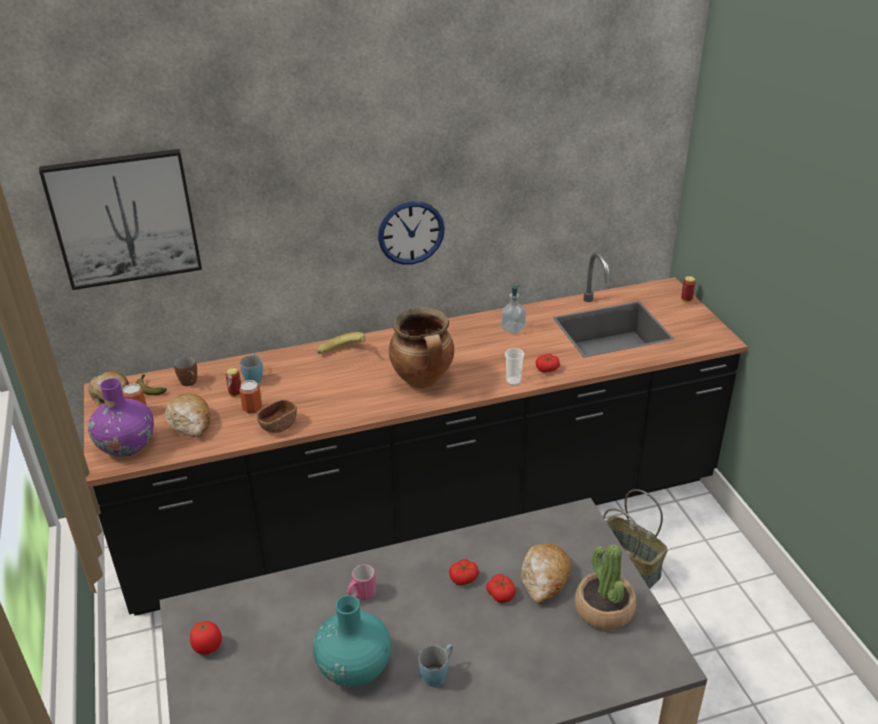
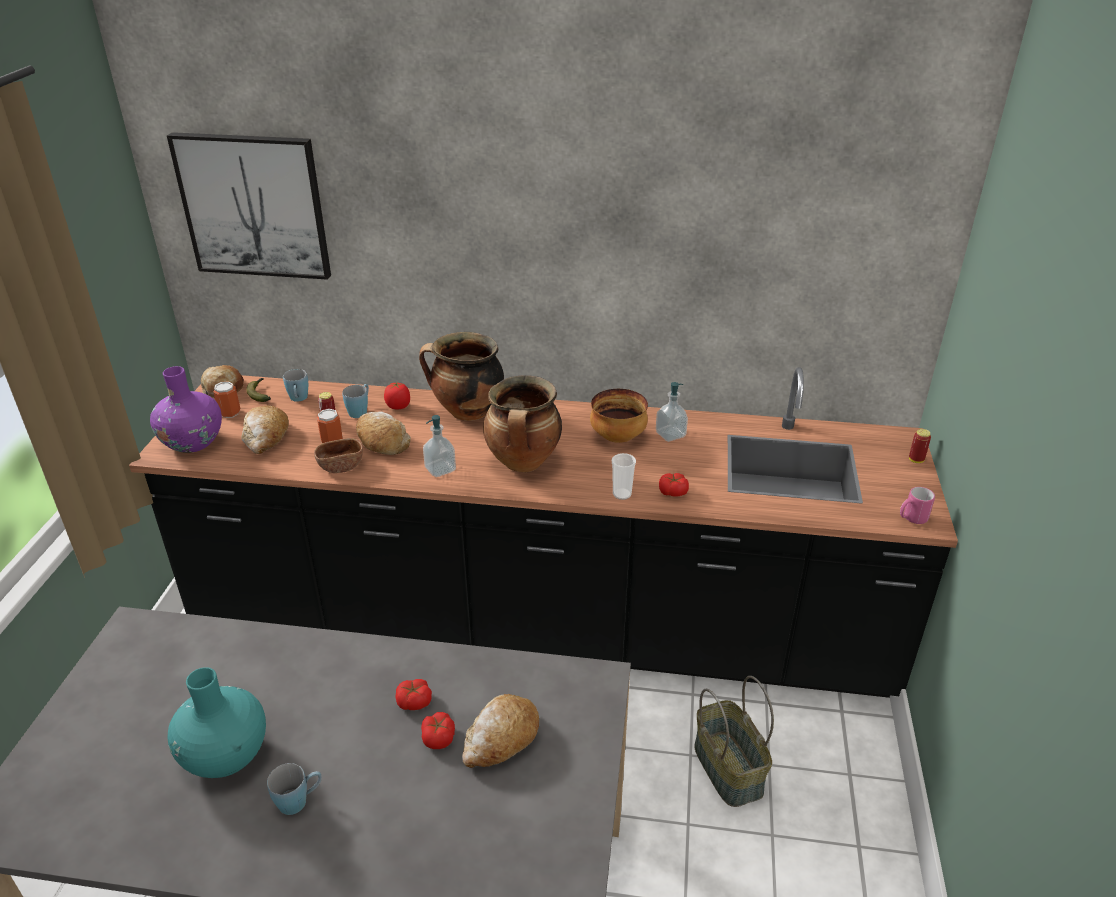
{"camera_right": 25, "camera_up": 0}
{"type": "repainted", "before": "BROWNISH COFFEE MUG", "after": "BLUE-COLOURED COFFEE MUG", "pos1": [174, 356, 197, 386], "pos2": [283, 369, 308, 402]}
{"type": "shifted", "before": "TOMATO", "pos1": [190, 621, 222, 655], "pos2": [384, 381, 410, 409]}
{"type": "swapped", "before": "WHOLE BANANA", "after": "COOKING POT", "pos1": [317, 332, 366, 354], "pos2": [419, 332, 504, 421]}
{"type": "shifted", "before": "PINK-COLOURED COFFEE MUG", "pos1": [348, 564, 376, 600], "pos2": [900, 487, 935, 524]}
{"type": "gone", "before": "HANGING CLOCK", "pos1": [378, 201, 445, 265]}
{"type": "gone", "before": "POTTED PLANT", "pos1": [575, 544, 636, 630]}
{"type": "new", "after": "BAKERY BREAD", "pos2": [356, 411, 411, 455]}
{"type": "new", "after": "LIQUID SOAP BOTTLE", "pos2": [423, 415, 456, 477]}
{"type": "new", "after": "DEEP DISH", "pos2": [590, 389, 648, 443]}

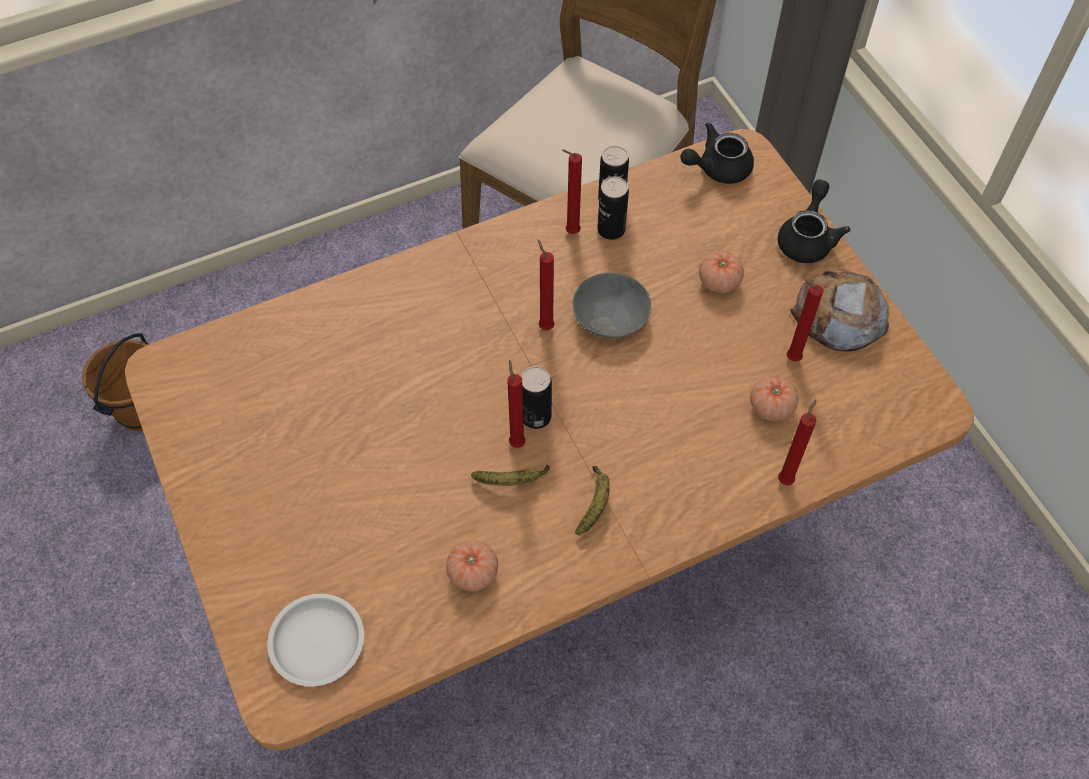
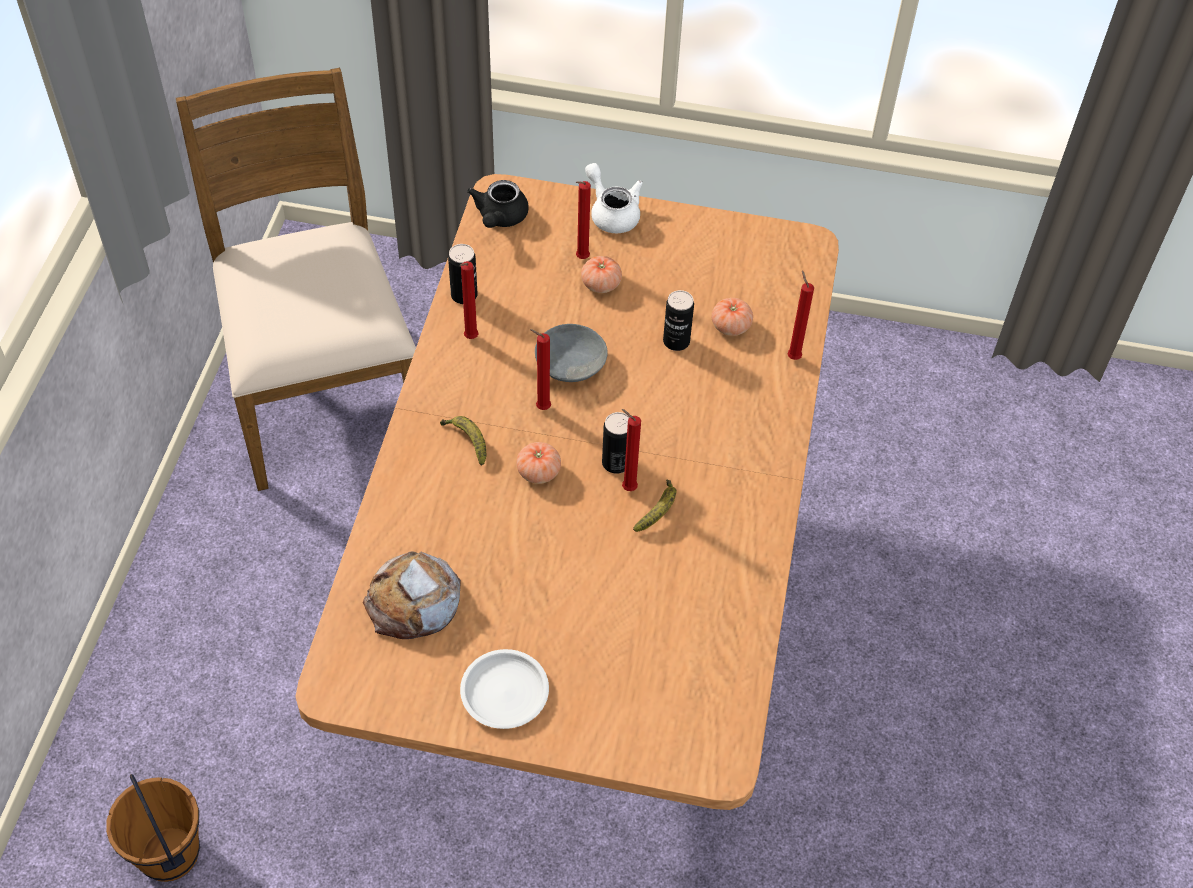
{"camera_right": -55, "camera_up": -5}
{"type": "shifted", "before": "WHITE FLAT DISH", "pos1": [267, 594, 364, 686], "pos2": [460, 649, 549, 729]}
{"type": "shifted", "before": "TOMATO", "pos1": [446, 541, 498, 591], "pos2": [517, 442, 561, 484]}
{"type": "shifted", "before": "WHOLE BANANA", "pos1": [575, 466, 610, 535], "pos2": [440, 416, 487, 466]}
{"type": "shifted", "before": "SEALED CAN", "pos1": [597, 177, 629, 240], "pos2": [663, 290, 694, 351]}
{"type": "repainted", "before": "BLACK TEA POT", "after": "WHITE TEA POT", "pos1": [778, 180, 851, 263], "pos2": [585, 163, 643, 233]}
{"type": "shifted", "before": "RED CANDLE", "pos1": [787, 279, 823, 362], "pos2": [576, 181, 591, 259]}
{"type": "shifted", "before": "BAKERY BREAD", "pos1": [790, 270, 890, 352], "pos2": [363, 551, 461, 639]}

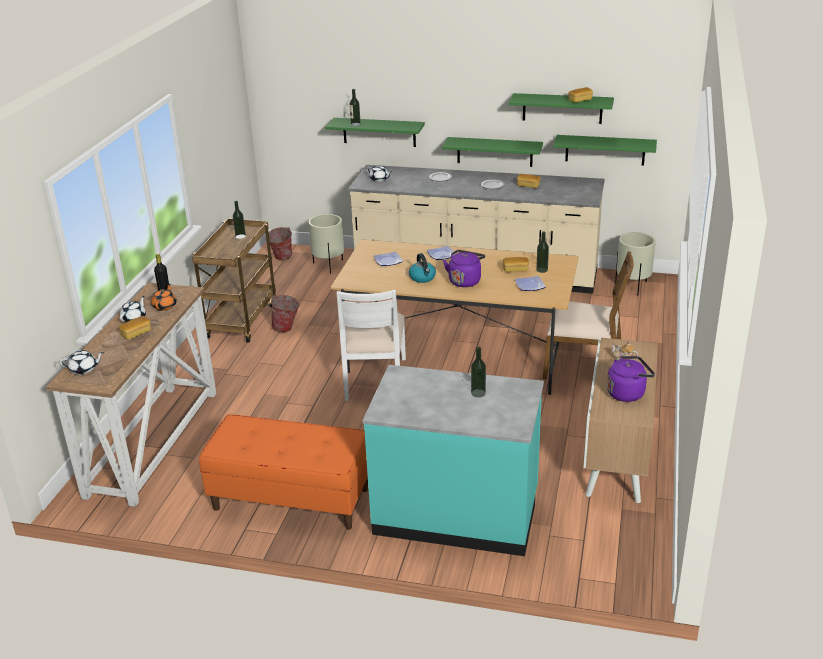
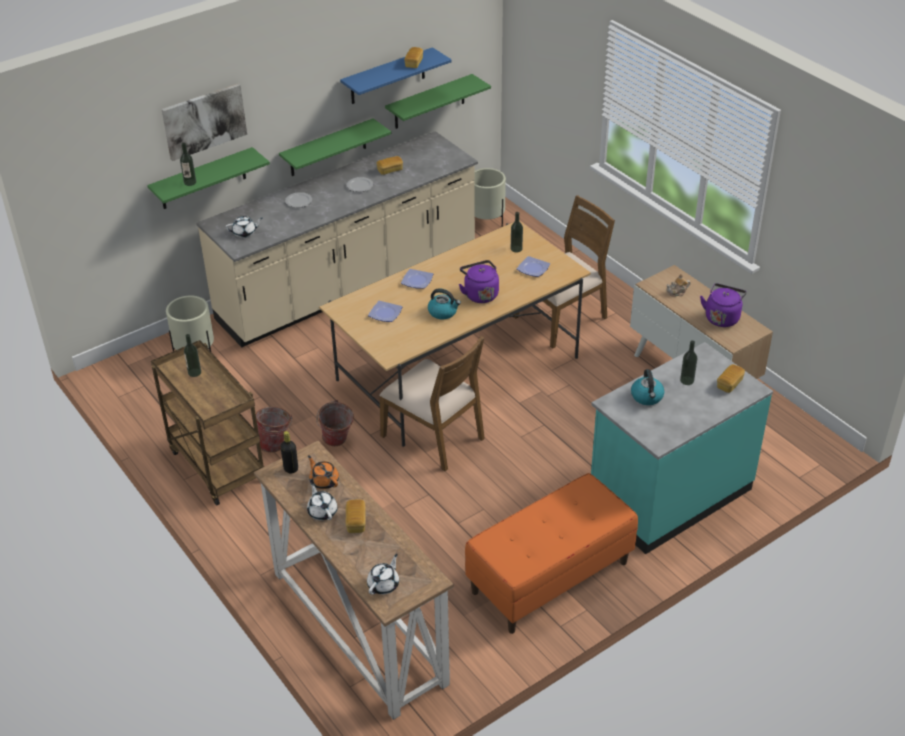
{"camera_right": -50, "camera_up": 10}
{"type": "shifted", "before": "PAIL", "pos1": [265, 227, 292, 260], "pos2": [316, 400, 354, 446]}
{"type": "repainted", "before": "WHITE PLAIN CHAIR", "after": "BROWNISH PLAIN CHAIR", "pos1": [337, 290, 406, 401], "pos2": [379, 336, 485, 471]}
{"type": "shifted", "before": "BAKERY BREAD", "pos1": [503, 257, 529, 272], "pos2": [717, 364, 745, 393]}
{"type": "repainted", "before": "GREEN-COLOURED BRACKET SHELF", "after": "BLUE-COLOURED BRACKET SHELF", "pos1": [509, 93, 614, 124], "pos2": [340, 47, 452, 104]}
{"type": "new", "after": "WALL PICTURE", "pos2": [162, 83, 247, 161]}
{"type": "new", "after": "WATER KETTLE", "pos2": [631, 369, 664, 405]}

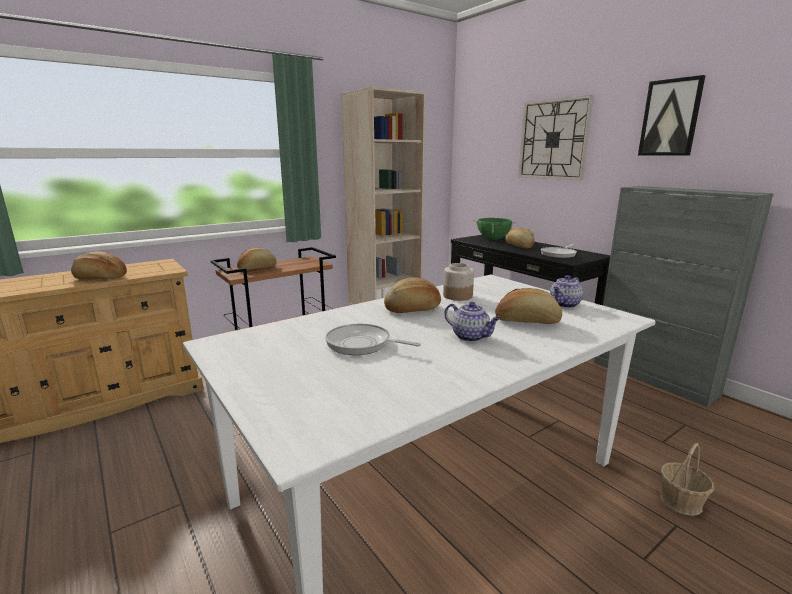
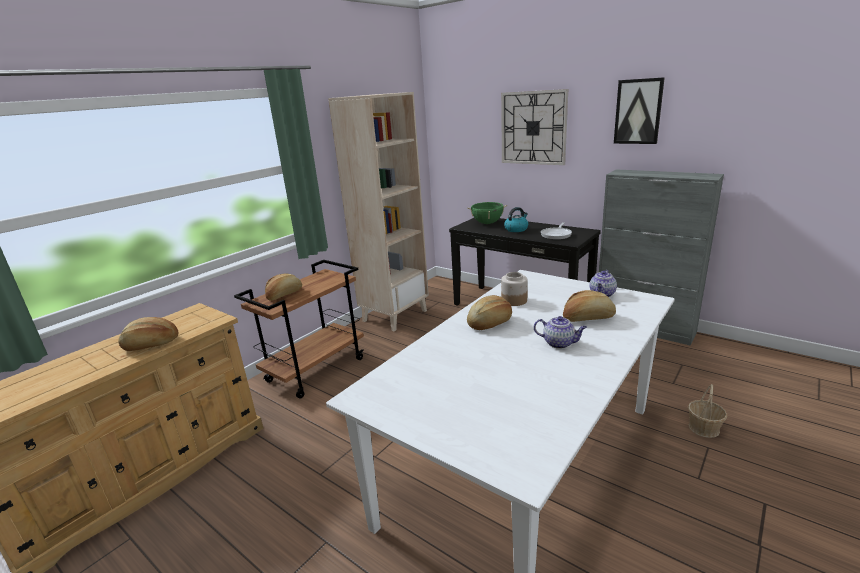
{"camera_right": -15, "camera_up": 5}
{"type": "gone", "before": "PAN", "pos1": [325, 323, 421, 355]}
{"type": "swapped", "before": "BAKERY BREAD", "after": "WATER KETTLE", "pos1": [505, 228, 535, 249], "pos2": [504, 207, 528, 232]}

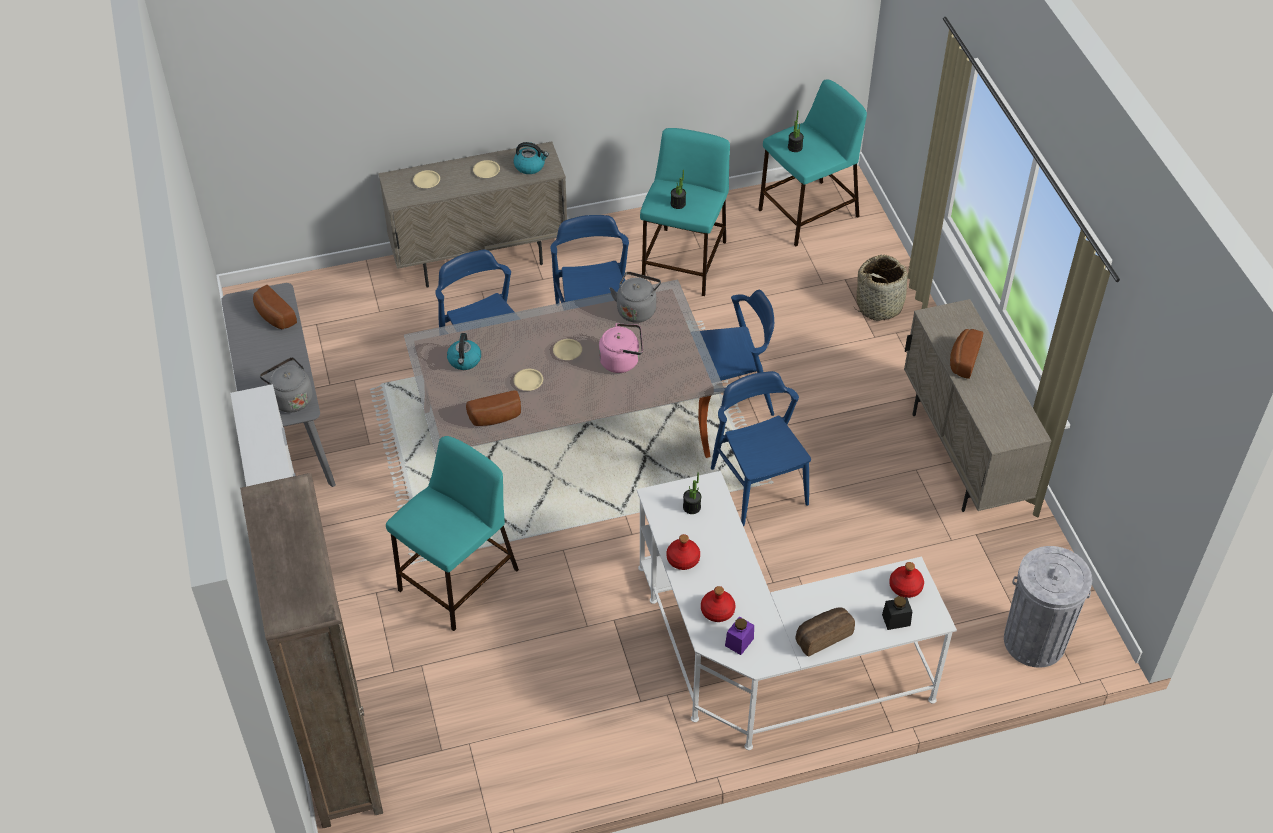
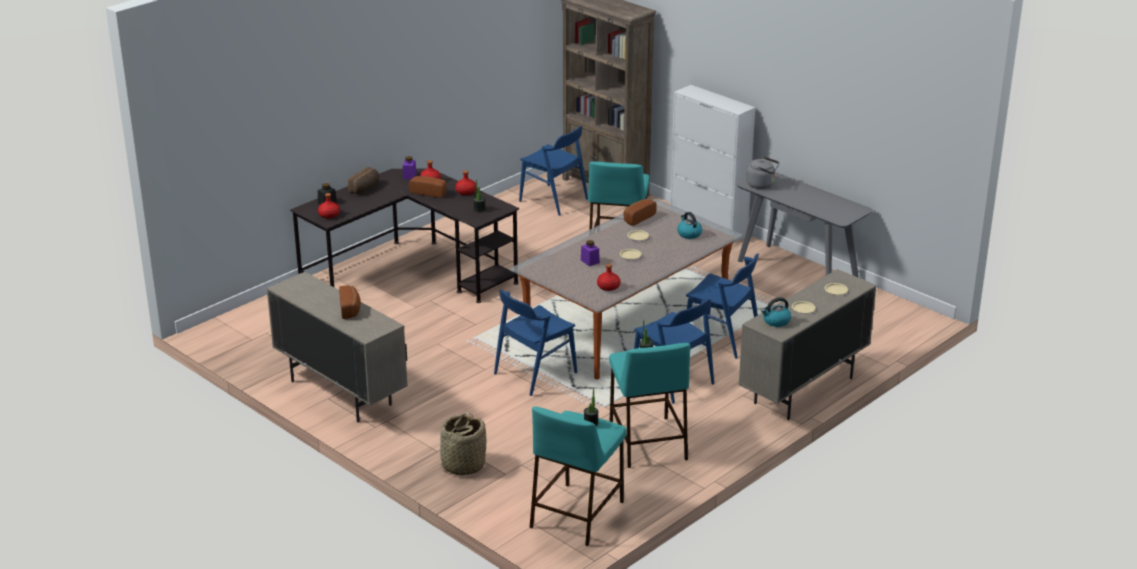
{"camera_right": 150, "camera_up": -20}
{"type": "shifted", "before": "BAKERY BREAD", "pos1": [253, 285, 297, 329], "pos2": [409, 176, 446, 198]}
{"type": "swapped", "before": "PINK-COLOURED WATER KETTLE", "after": "PURPLE-COLOURED PRESERVE JAR", "pos1": [599, 323, 643, 373], "pos2": [581, 240, 600, 266]}
{"type": "swapped", "before": "GREY WATER KETTLE", "after": "RED BEVERAGE BOTTLE", "pos1": [609, 272, 661, 323], "pos2": [597, 264, 621, 291]}
{"type": "repainted", "before": "WHITE DESK UNIT", "after": "BLACK DESK UNIT", "pos1": [637, 471, 957, 750], "pos2": [290, 169, 519, 303]}
{"type": "shifted", "before": "BLUE-COLOURED PLAIN CHAIR", "pos1": [711, 371, 811, 526], "pos2": [519, 126, 588, 216]}
{"type": "gone", "before": "GREY TRASH CAN", "pos1": [1004, 546, 1092, 668]}

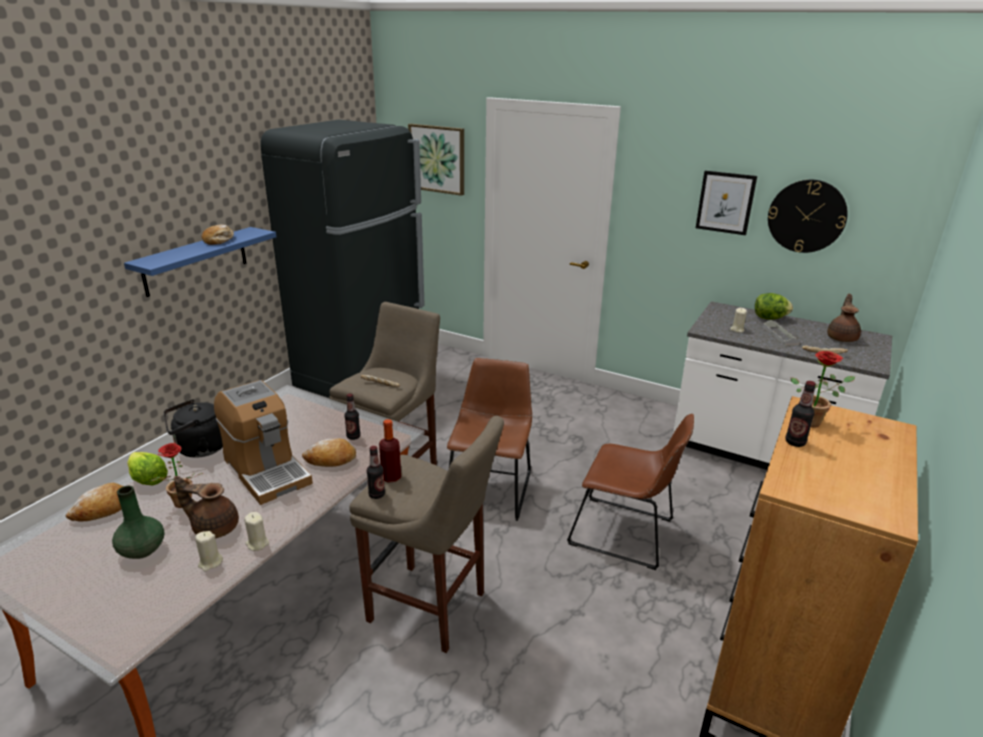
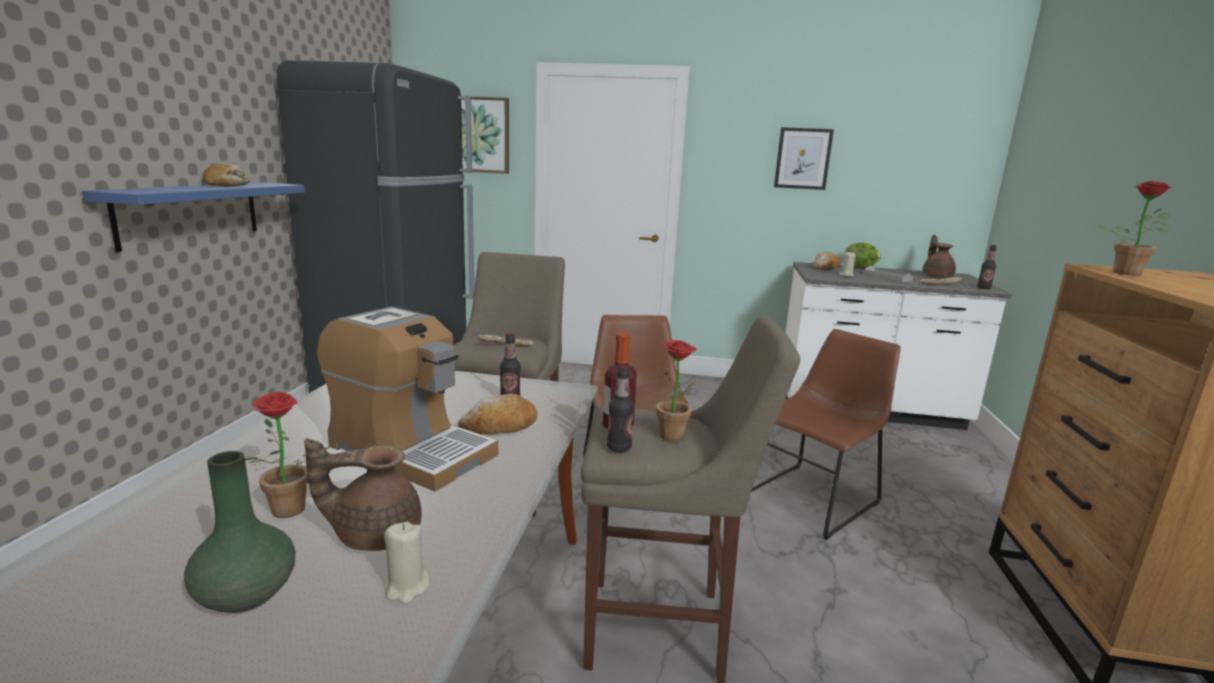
{"camera_right": -20, "camera_up": -10}
{"type": "shifted", "before": "BAKERY BREAD", "pos1": [66, 483, 124, 521], "pos2": [812, 252, 840, 270]}
{"type": "gone", "before": "LETTUCE", "pos1": [127, 452, 168, 485]}
{"type": "gone", "before": "BLACK WATER KETTLE", "pos1": [164, 399, 223, 458]}
{"type": "gone", "before": "BEIGE-COLOURED CANDLE", "pos1": [244, 512, 269, 551]}
{"type": "rotated", "before": "BROWNISH PLAIN CHAIR", "pos1": [567, 414, 694, 570], "pos2": [751, 329, 901, 540], "turn": -45}
{"type": "gone", "before": "HANGING CLOCK", "pos1": [768, 180, 848, 253]}
{"type": "shifted", "before": "BEVERAGE BOTTLE", "pos1": [785, 381, 816, 447], "pos2": [977, 245, 997, 289]}
{"type": "new", "after": "POTTED PLANT", "pos2": [655, 340, 697, 442]}

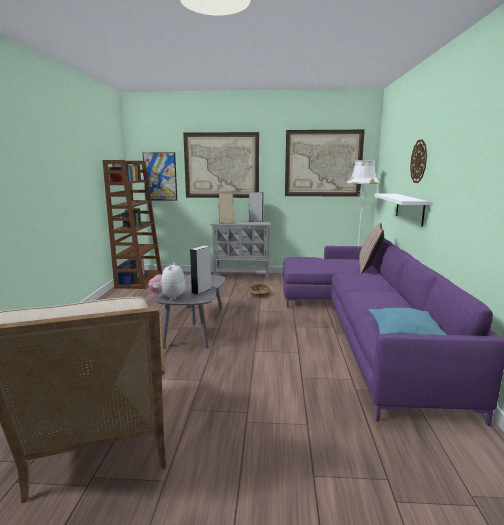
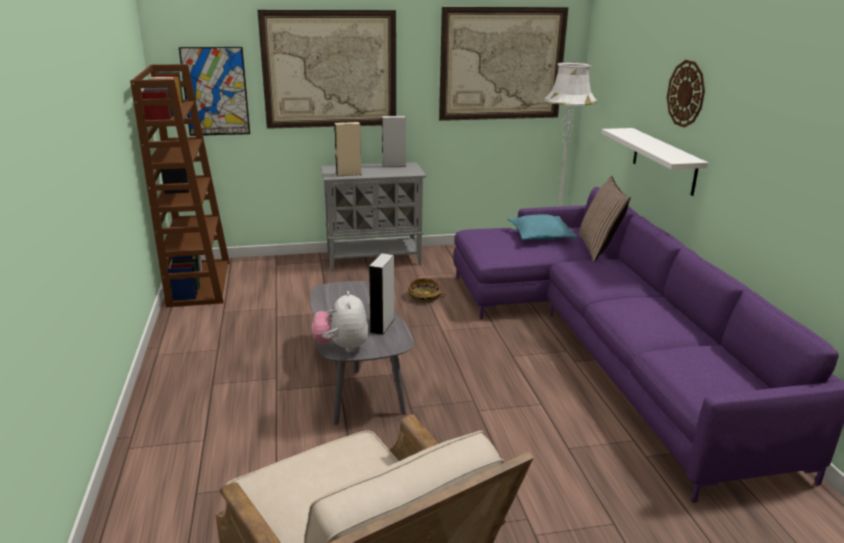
{"camera_right": -15, "camera_up": 10}
{"type": "shifted", "before": "BLUE-GREEN CUSHION", "pos1": [368, 308, 447, 335], "pos2": [508, 214, 578, 240]}

